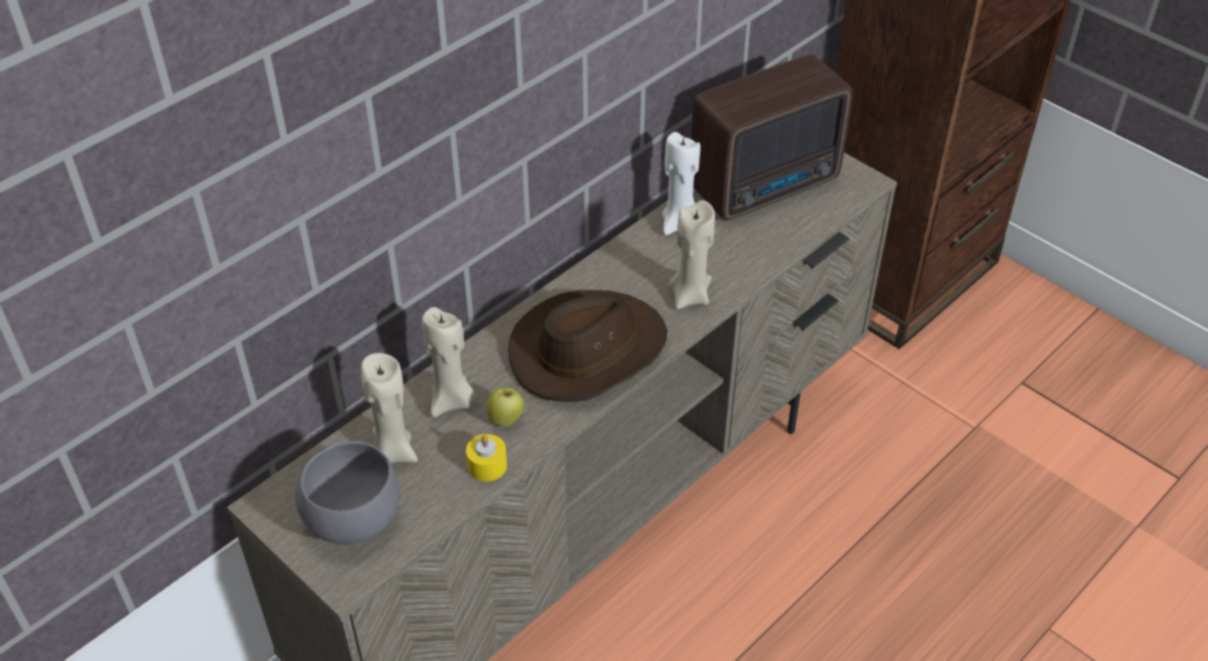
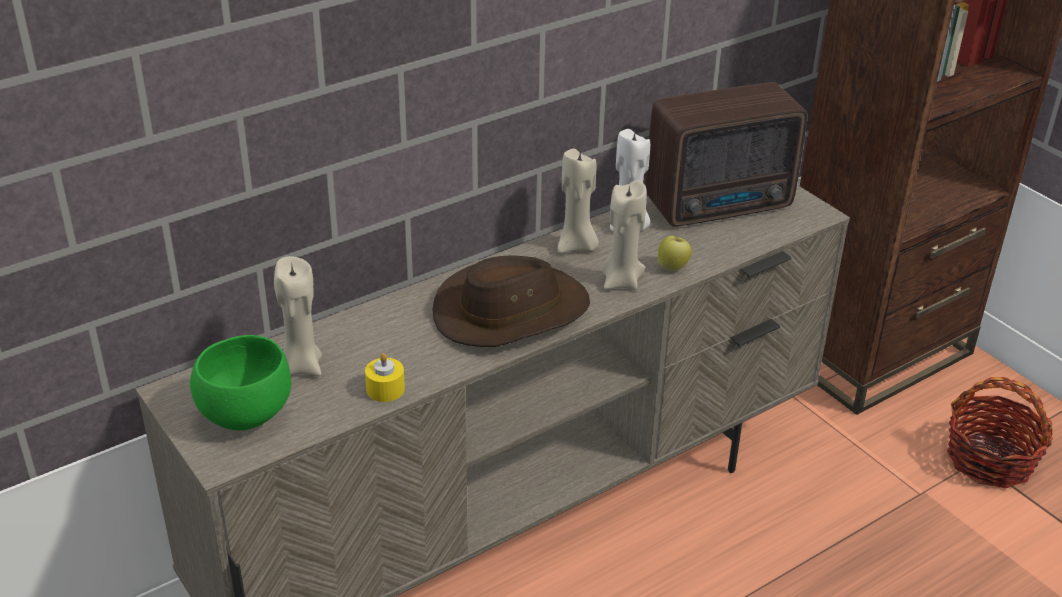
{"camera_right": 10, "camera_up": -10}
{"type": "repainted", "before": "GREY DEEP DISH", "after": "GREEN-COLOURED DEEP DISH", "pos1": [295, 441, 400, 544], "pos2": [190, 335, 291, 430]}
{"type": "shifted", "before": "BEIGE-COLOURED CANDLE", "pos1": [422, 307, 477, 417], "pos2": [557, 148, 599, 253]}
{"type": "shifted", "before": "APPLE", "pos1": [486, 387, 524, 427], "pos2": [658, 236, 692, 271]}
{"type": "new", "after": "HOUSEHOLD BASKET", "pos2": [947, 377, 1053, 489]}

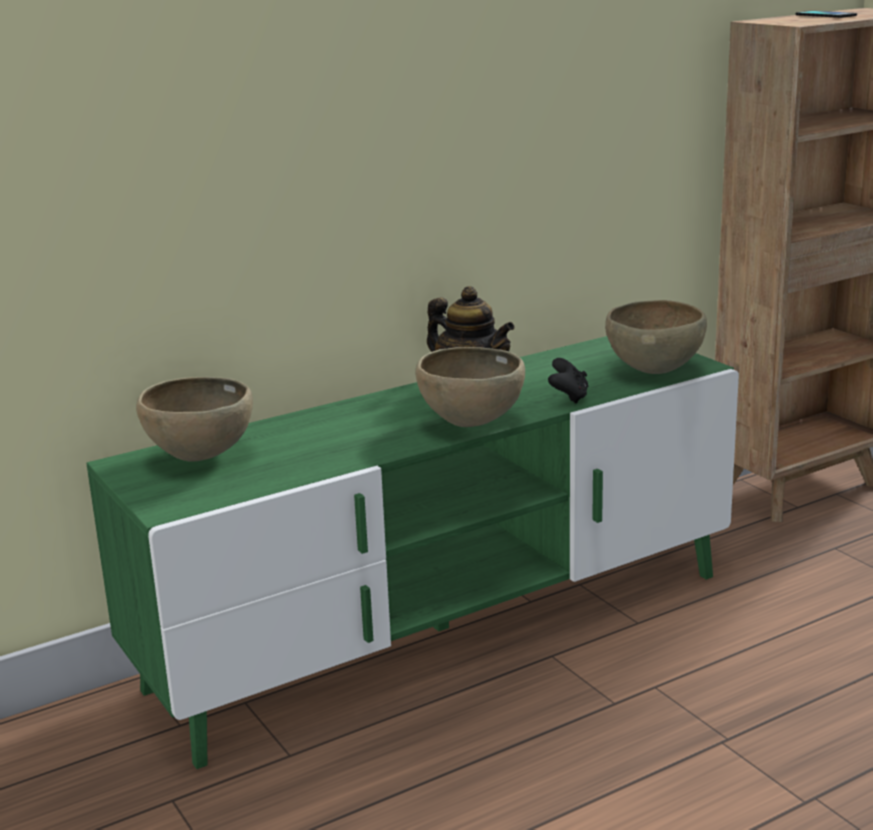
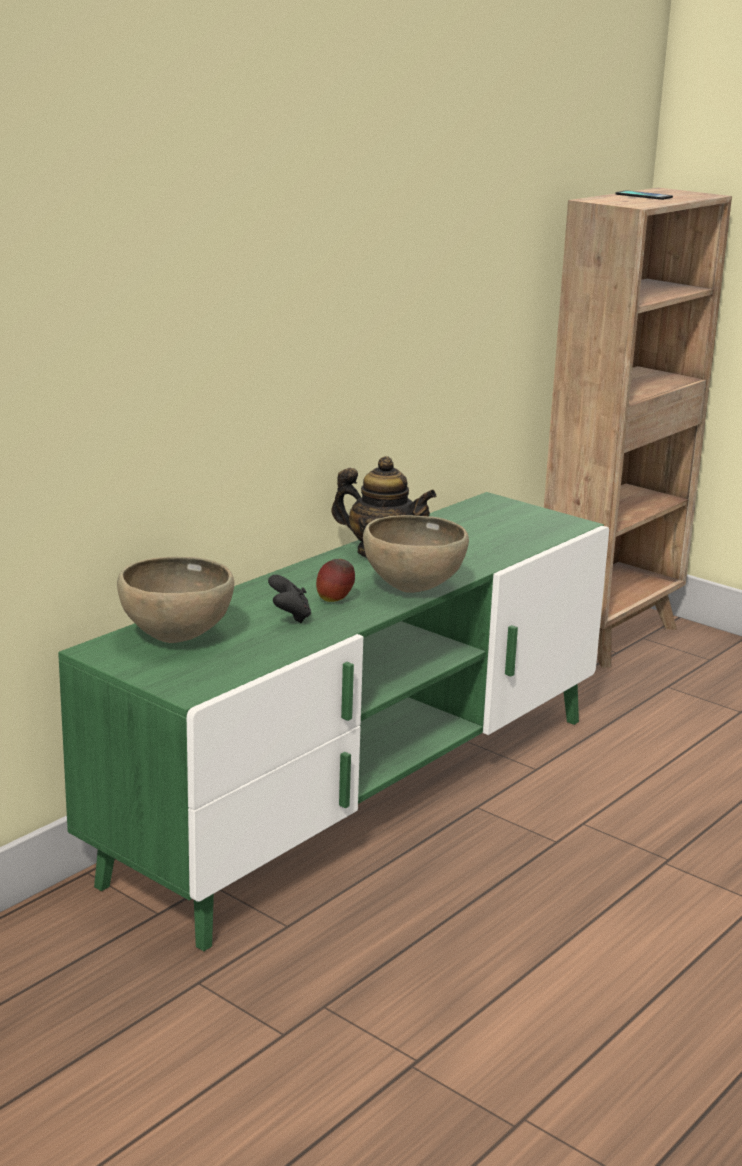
{"camera_right": -20, "camera_up": 0}
{"type": "shifted", "before": "BLACK GAME CONTROLLER", "pos1": [548, 358, 588, 404], "pos2": [268, 575, 311, 623]}
{"type": "gone", "before": "BROWNISH DEEP DISH", "pos1": [605, 300, 707, 374]}
{"type": "new", "after": "APPLE", "pos2": [316, 559, 355, 602]}

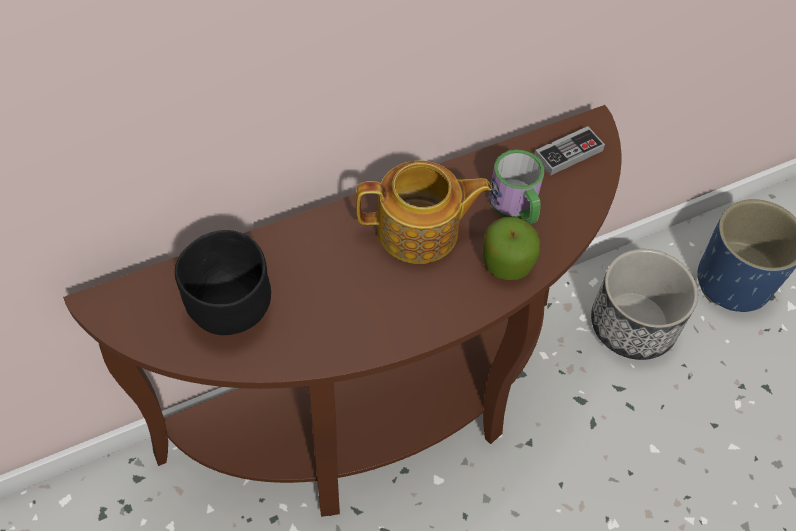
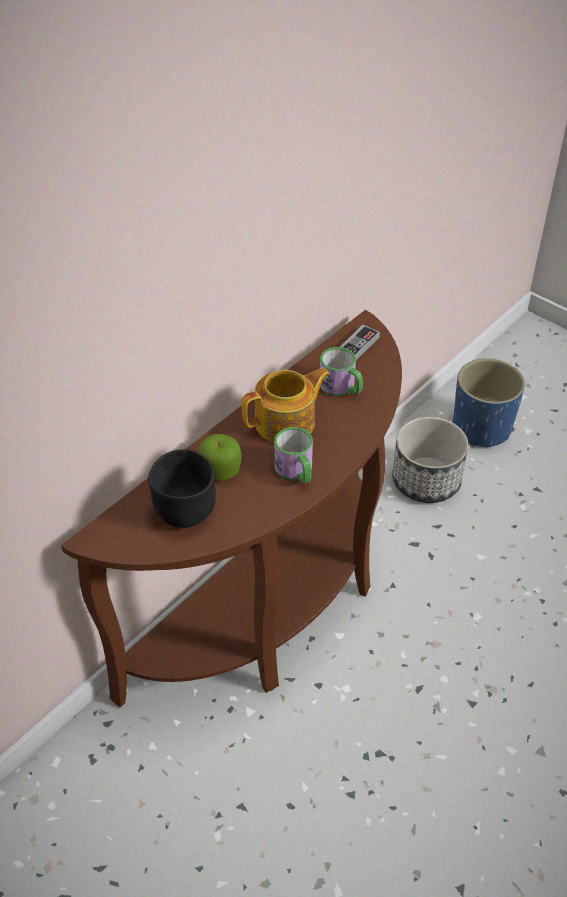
{"camera_right": -20, "camera_up": -10}
{"type": "shifted", "before": "APPLE", "pos1": [483, 217, 540, 280], "pos2": [198, 434, 241, 481]}
{"type": "new", "after": "COFFEE MUG", "pos2": [274, 427, 313, 483]}

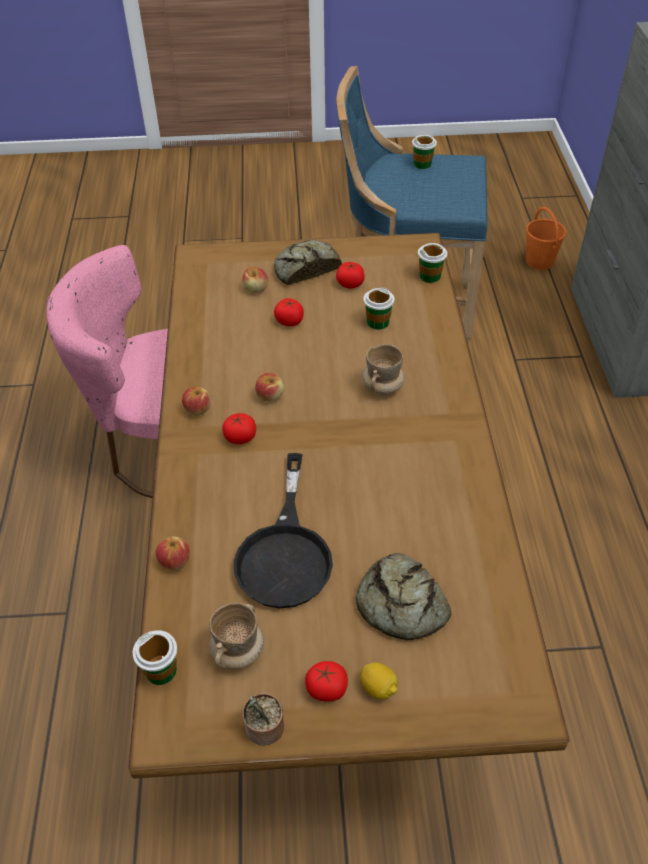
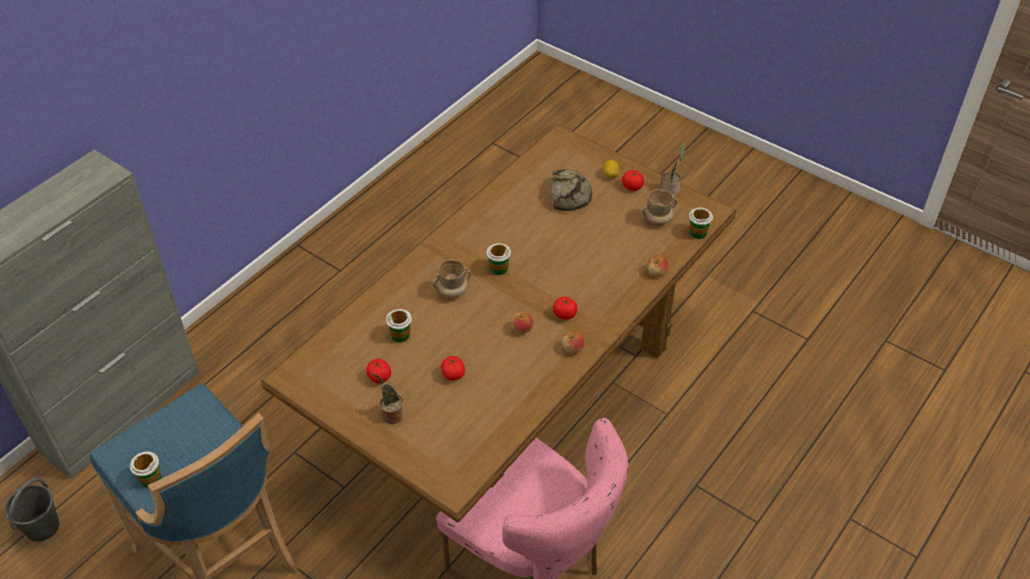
{"camera_right": -140, "camera_up": 0}
{"type": "gone", "before": "BLACK PAN", "pos1": [234, 453, 333, 608]}
{"type": "gone", "before": "APPLE", "pos1": [242, 267, 268, 293]}
{"type": "swapped", "before": "BAKERY BREAD", "after": "POTTED PLANT", "pos1": [274, 240, 342, 285], "pos2": [372, 373, 405, 424]}
{"type": "shifted", "before": "CUP", "pos1": [418, 243, 447, 283], "pos2": [487, 243, 511, 275]}
{"type": "repainted", "before": "ORANGE-COLOURED PAIL", "after": "GREY PAIL", "pos1": [526, 207, 566, 270], "pos2": [4, 478, 59, 542]}

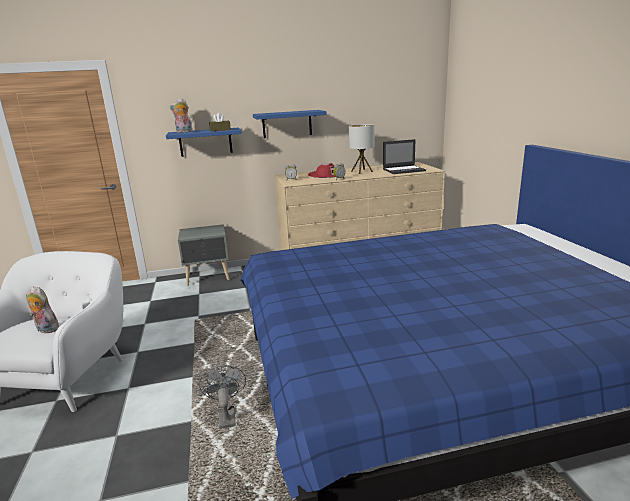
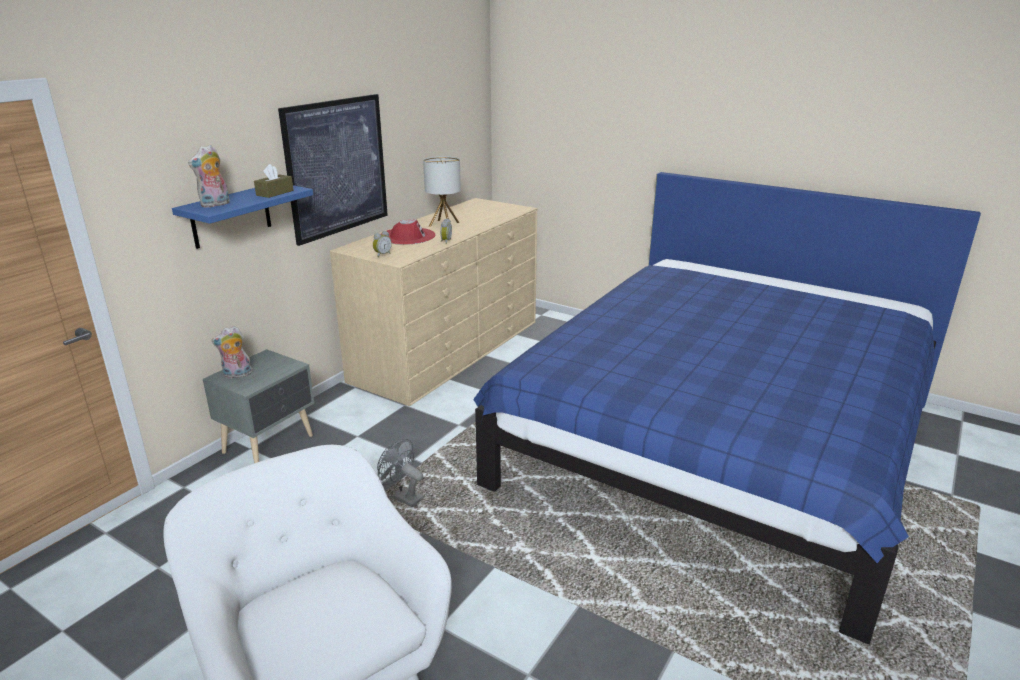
{"camera_right": -45, "camera_up": 5}
{"type": "shifted", "before": "PLUSH TOY", "pos1": [26, 286, 59, 333], "pos2": [211, 326, 252, 379]}
{"type": "shifted", "before": "GREY COOLING FAN", "pos1": [199, 365, 246, 429], "pos2": [377, 439, 424, 507]}
{"type": "swapped", "before": "BLUE-COLOURED BRACKET SHELF", "after": "WALL PICTURE", "pos1": [253, 110, 327, 138], "pos2": [278, 94, 388, 246]}
{"type": "gone", "before": "NOTEBOOK COMPUTER", "pos1": [383, 139, 426, 174]}

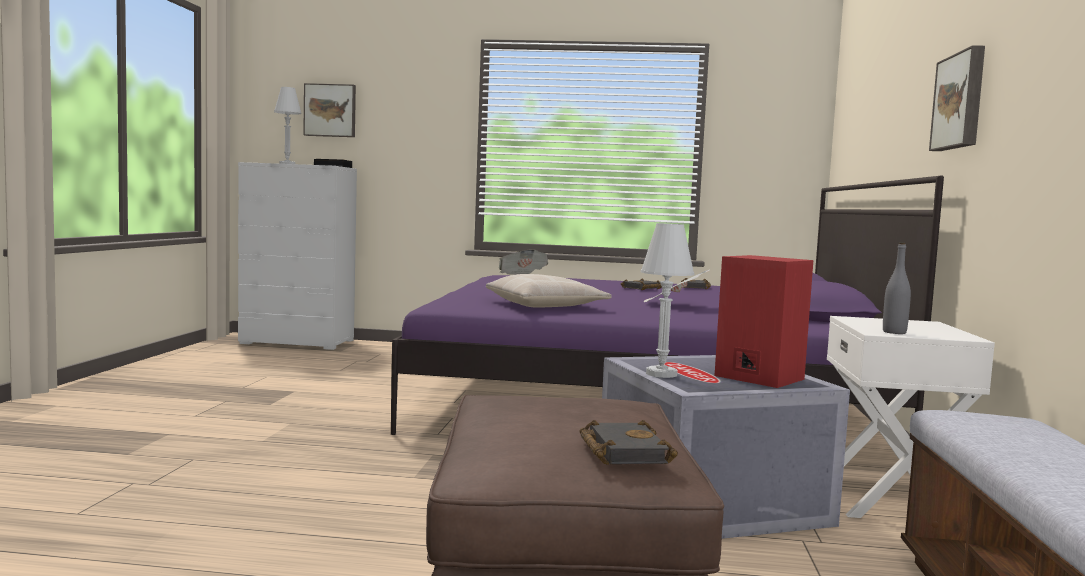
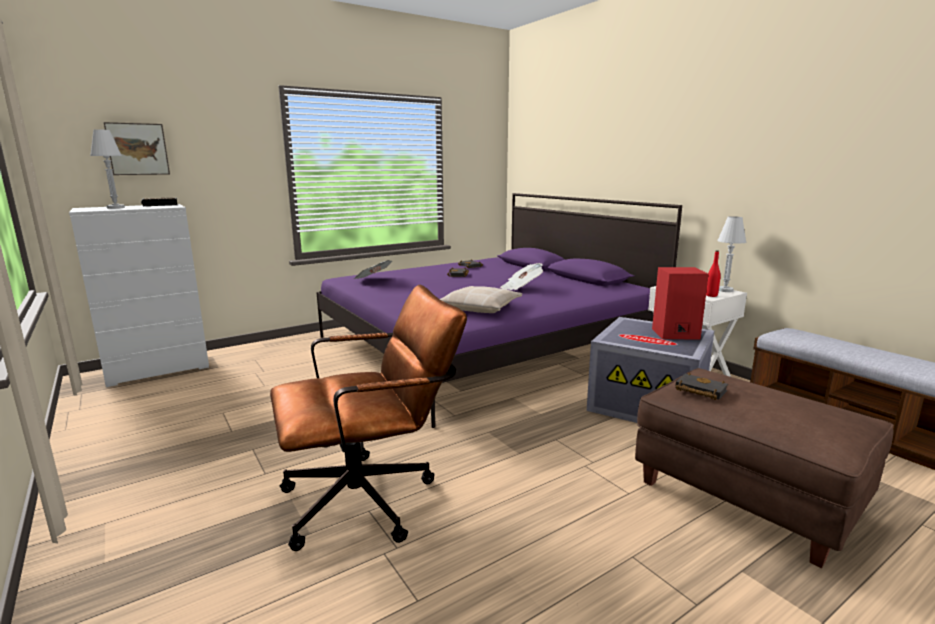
{"camera_right": -40, "camera_up": 10}
{"type": "shifted", "before": "BLACK BOUND BOOK", "pos1": [579, 420, 678, 465], "pos2": [675, 373, 728, 400]}
{"type": "shifted", "before": "WHITE TABLETOP LAMP", "pos1": [641, 223, 694, 378], "pos2": [717, 216, 746, 292]}
{"type": "repainted", "before": "GREY BEVERAGE BOTTLE", "after": "RED BEVERAGE BOTTLE", "pos1": [883, 242, 911, 334], "pos2": [706, 250, 721, 297]}
{"type": "gone", "before": "WALL PICTURE", "pos1": [929, 45, 985, 151]}
{"type": "new", "after": "BROWNISH COMPUTER CHAIR", "pos2": [270, 285, 467, 551]}

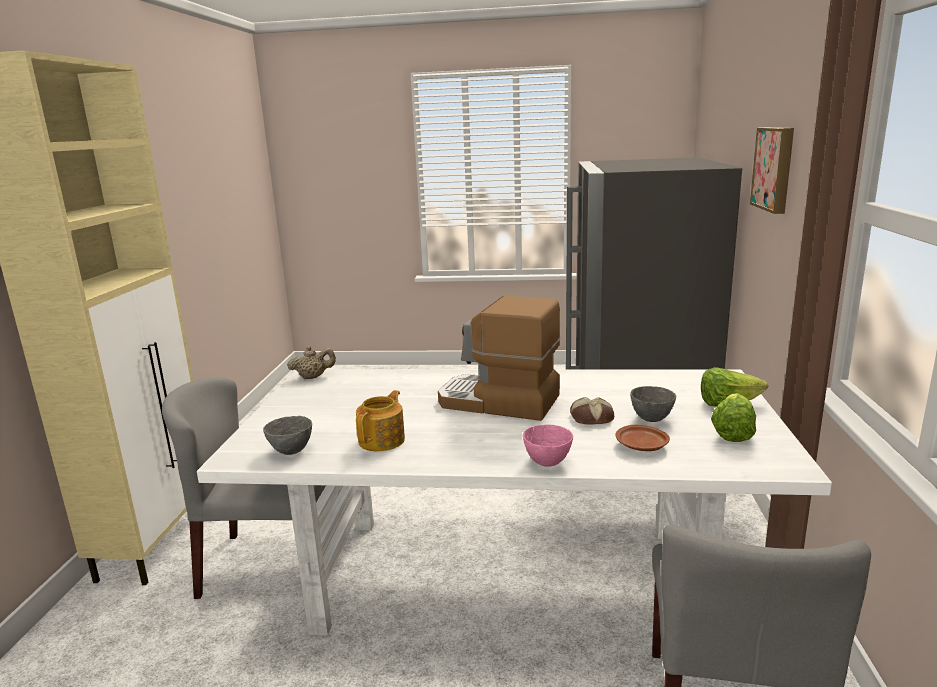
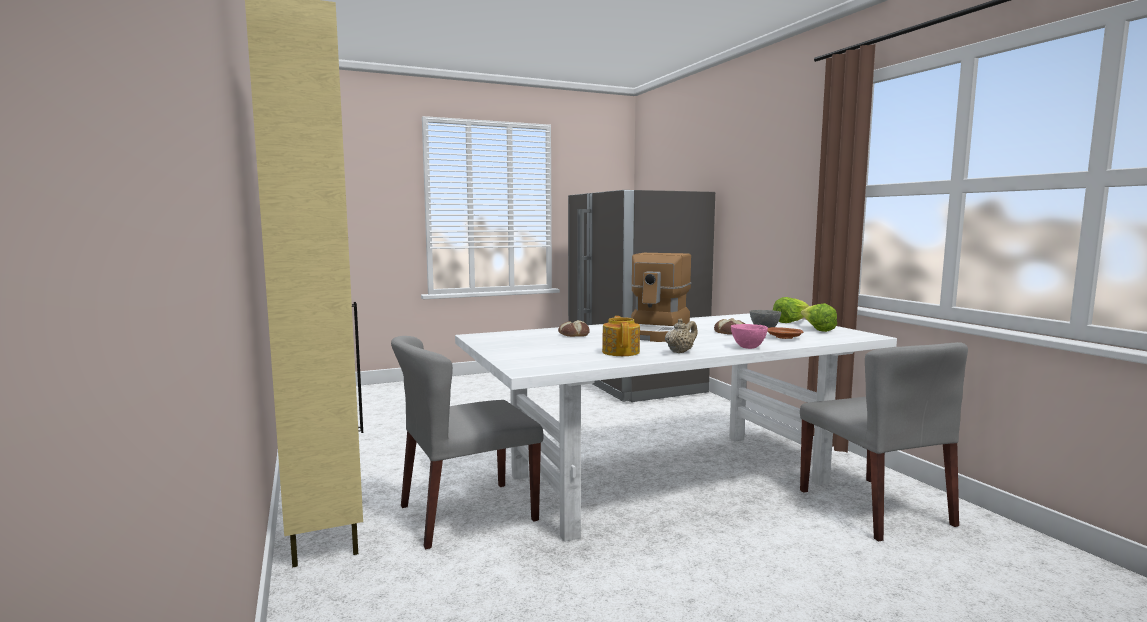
{"camera_right": -30, "camera_up": -10}
{"type": "gone", "before": "GREY DEEP DISH", "pos1": [263, 416, 312, 455]}
{"type": "shifted", "before": "BEIGE-COLOURED TEA POT", "pos1": [287, 346, 336, 379], "pos2": [665, 319, 698, 353]}
{"type": "rotated", "before": "COFFEE MAKER", "pos1": [438, 296, 561, 421], "pos2": [631, 253, 691, 342], "turn": -60}
{"type": "gone", "before": "WALL PICTURE", "pos1": [750, 127, 794, 214]}
{"type": "new", "after": "BAKERY BREAD", "pos2": [558, 320, 590, 337]}

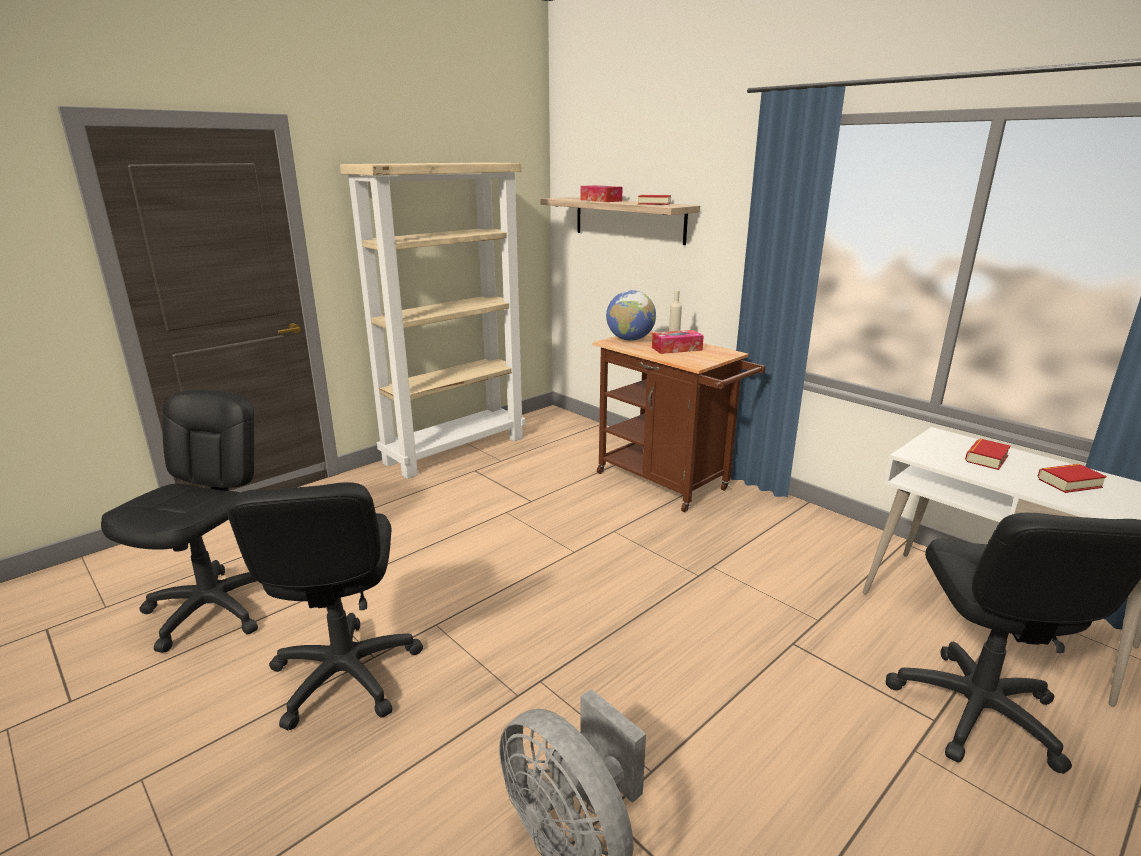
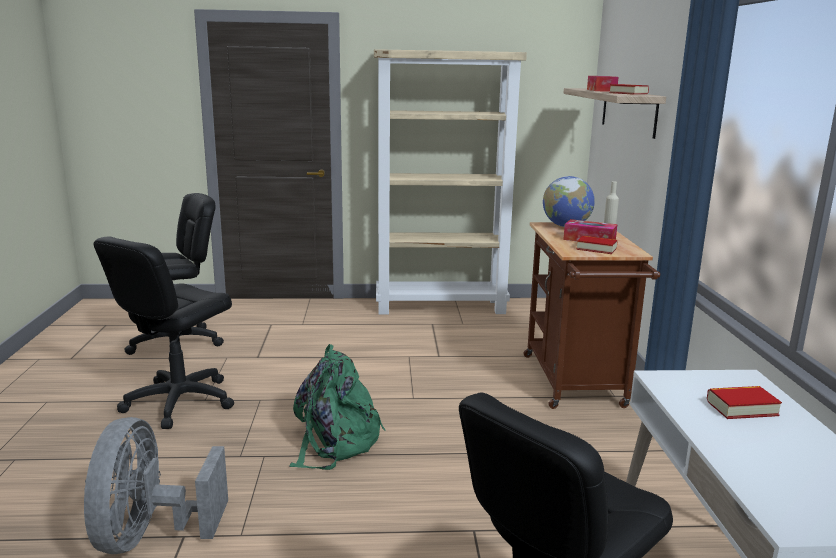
{"camera_right": 40, "camera_up": -5}
{"type": "shifted", "before": "BOUND BOOK", "pos1": [1038, 464, 1107, 493], "pos2": [576, 236, 618, 254]}
{"type": "new", "after": "GREEN-COLOURED KNAPSACK", "pos2": [289, 344, 385, 470]}

